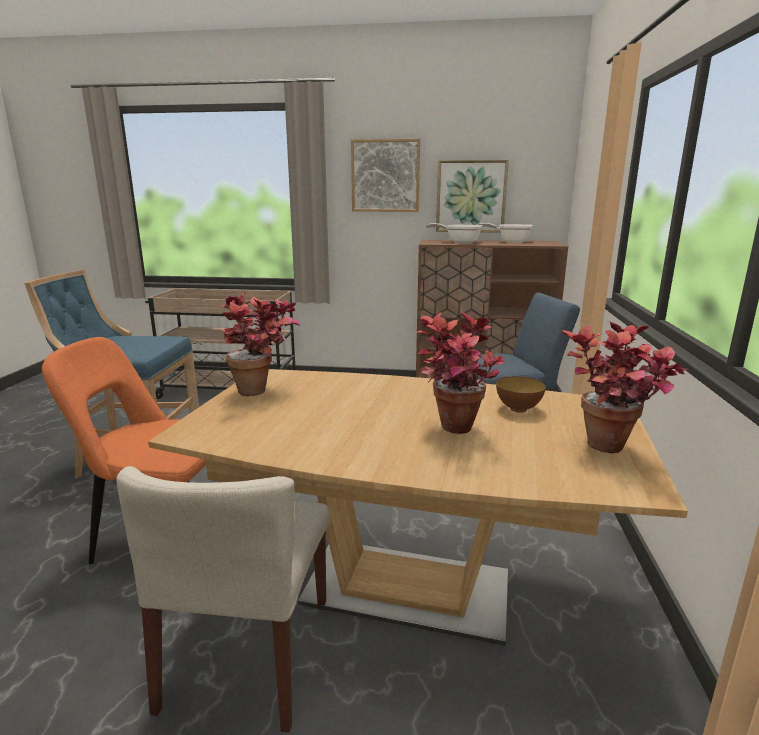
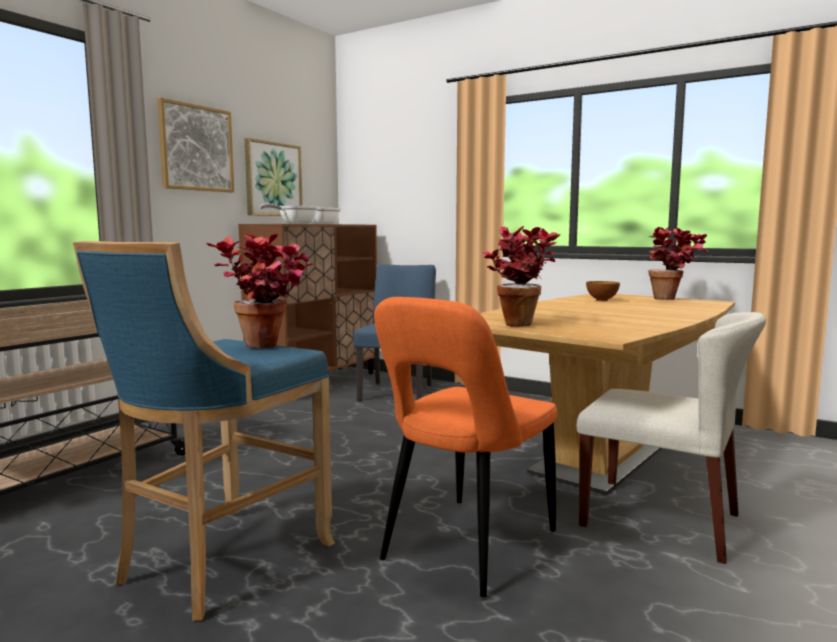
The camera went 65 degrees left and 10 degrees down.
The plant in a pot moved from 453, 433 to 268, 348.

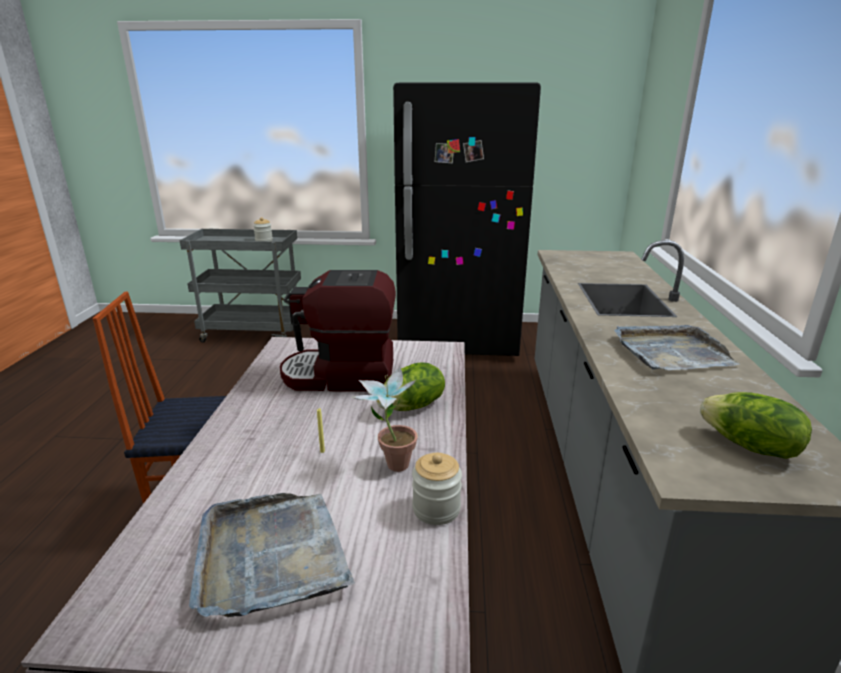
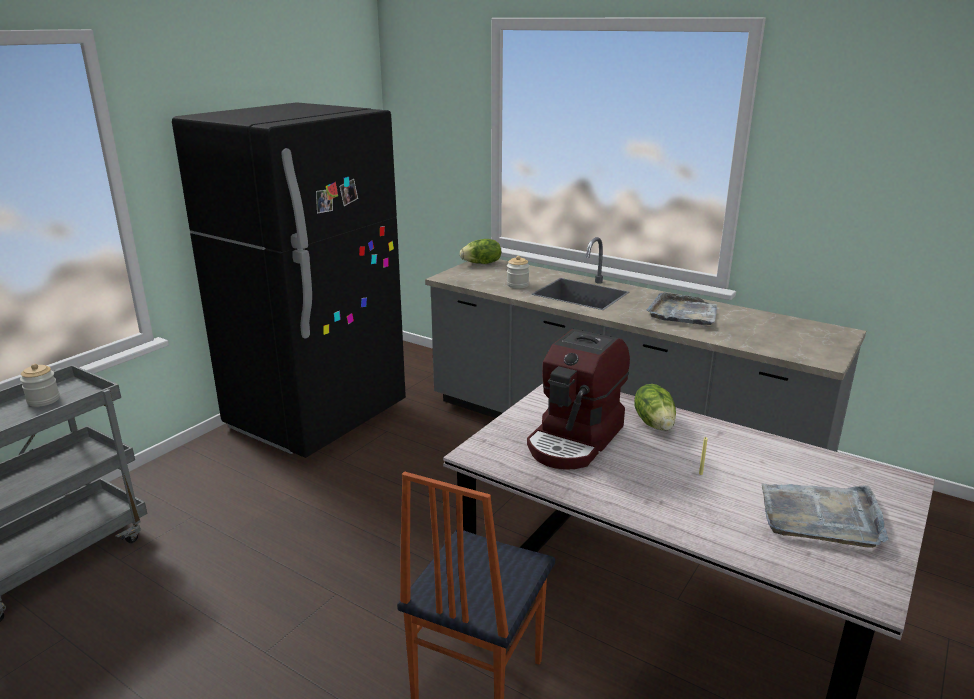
The camera went 60 degrees left and 0 degrees up.
The plant in a pot at 390, 463 disappeared.
The head of lettuce moved from 749, 446 to 482, 263.
The jar moved from 436, 509 to 517, 285.

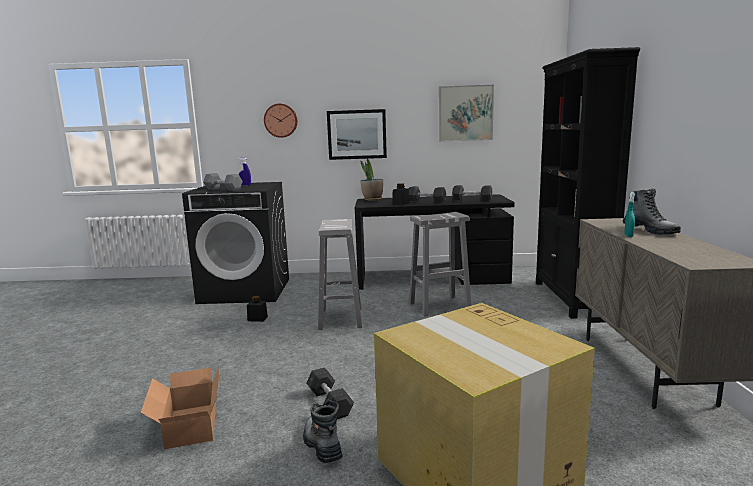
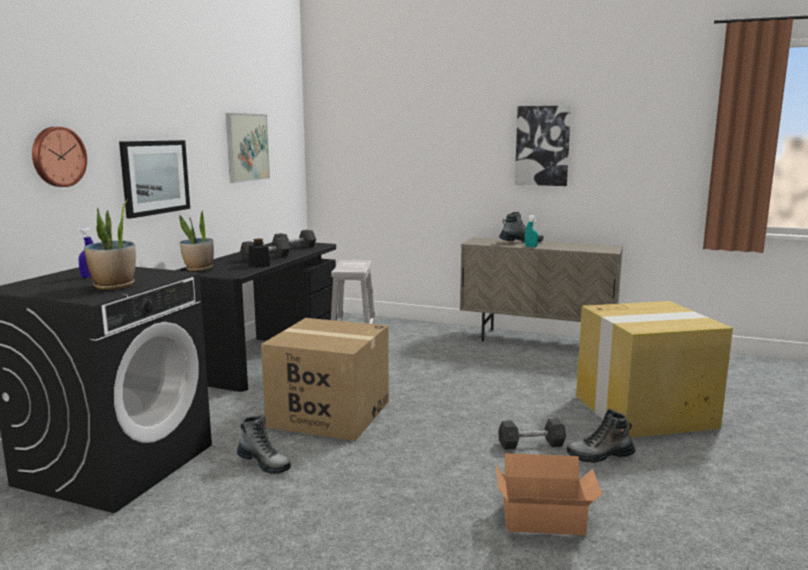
The camera went 70 degrees left and 0 degrees up.
The blackish bookshelf at 571, 298 disappeared.
The grey dumbbell at 223, 189 was replaced by the plant in a pot at 114, 286.
The white stool at 340, 318 was replaced by the carton at 329, 414.
The blackish jar at 257, 318 was replaced by the boot at 264, 463.
The wall picture at 542, 146 appeared.

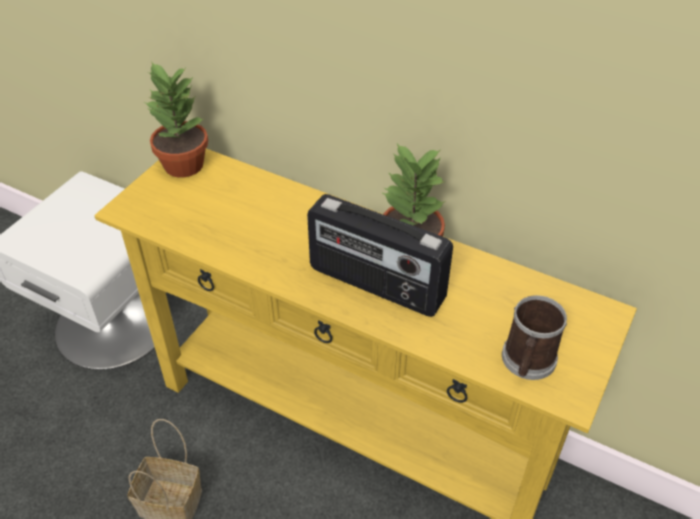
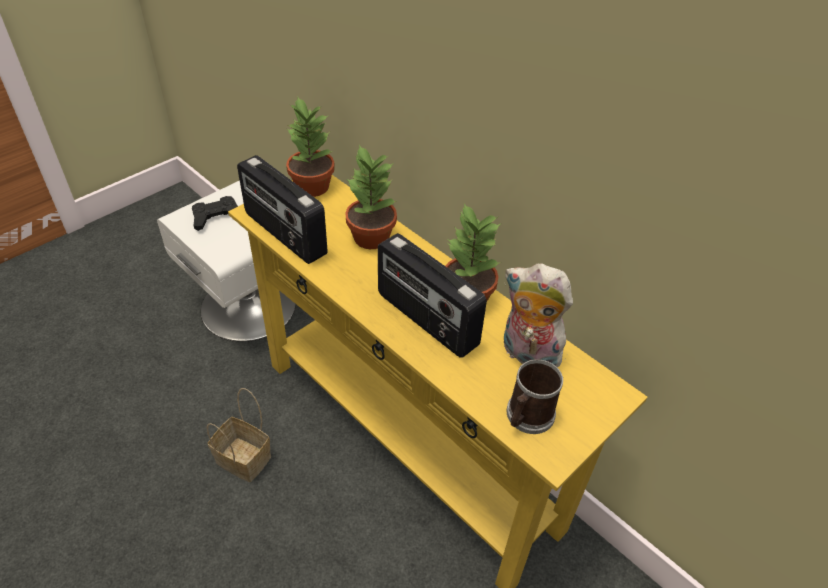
The camera went 15 degrees right and 0 degrees up.
The plant in a pot at 370, 237 appeared.
The radio set at 284, 234 appeared.
The blackish gamepad at 217, 217 appeared.
The plush toy at 527, 355 appeared.

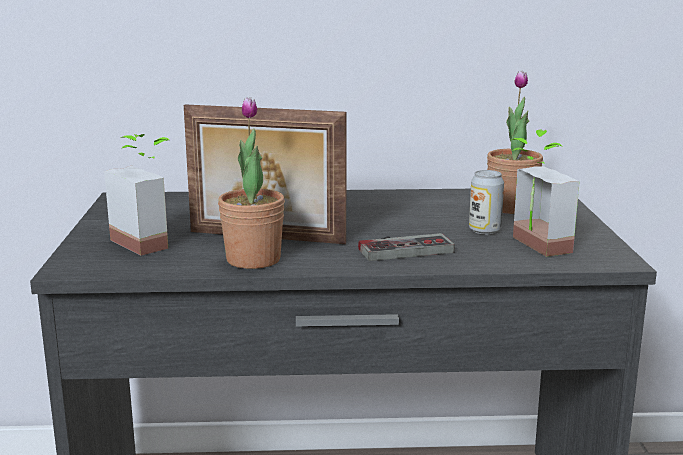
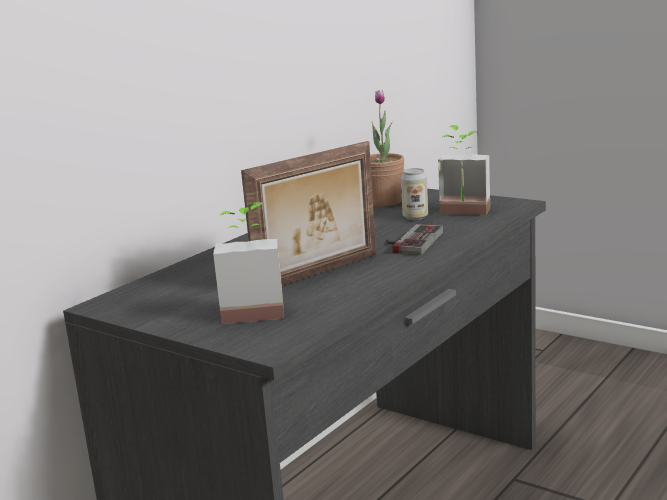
The camera went 50 degrees left and 0 degrees up.
The plant in a pot at 253, 260 disappeared.

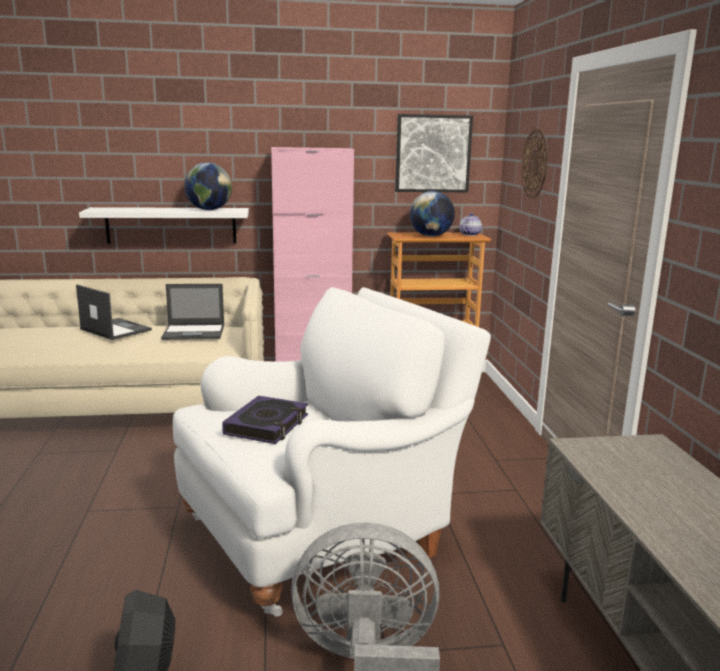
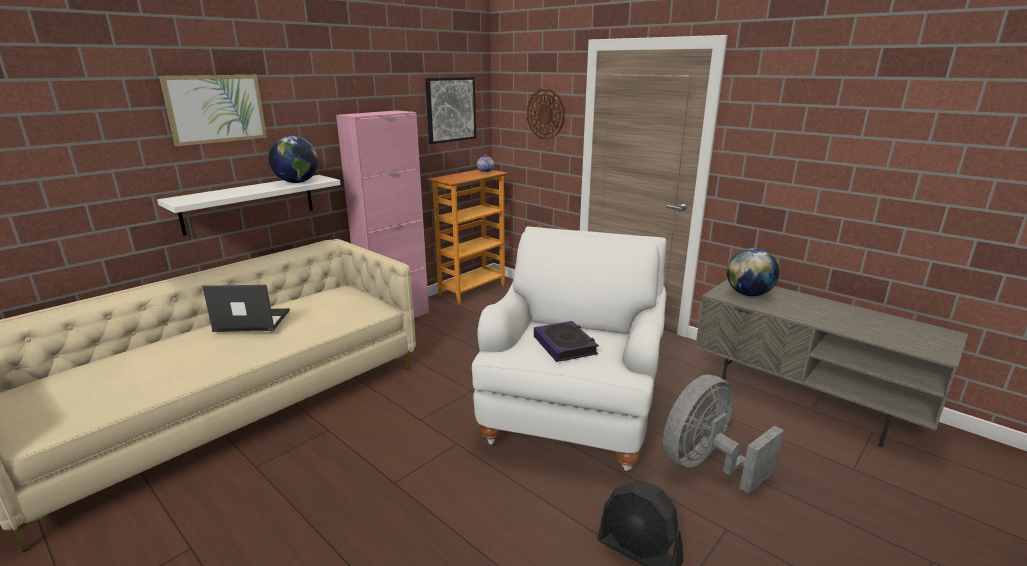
The camera went 40 degrees left and 5 degrees up.
The desk globe moved from 431, 236 to 748, 294.
The laptop at 194, 332 disappeared.
The wall picture at 215, 109 appeared.

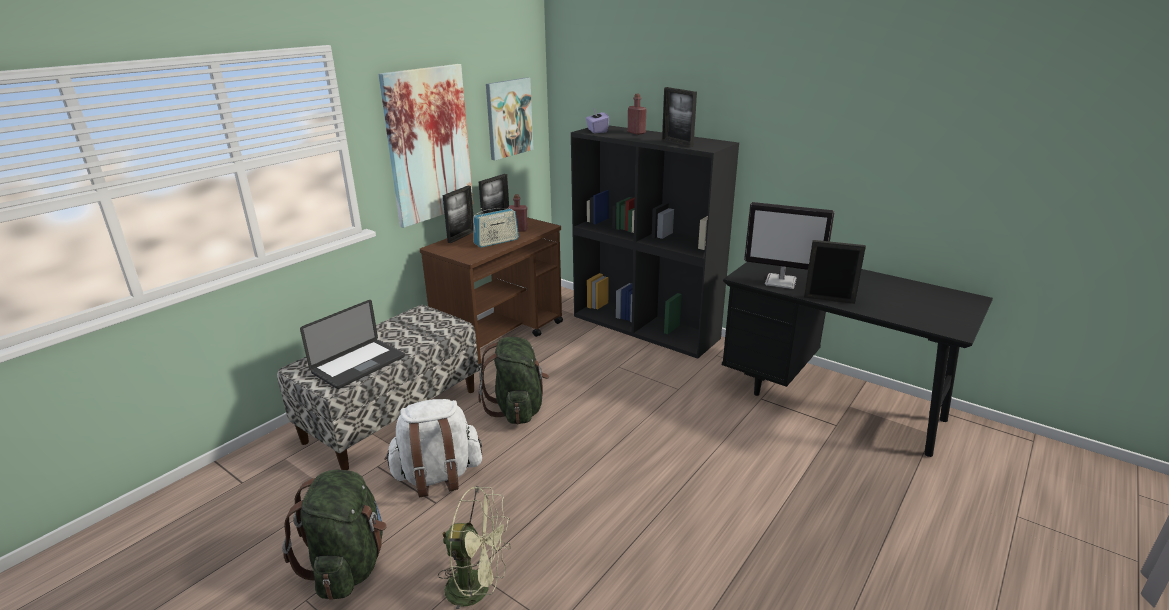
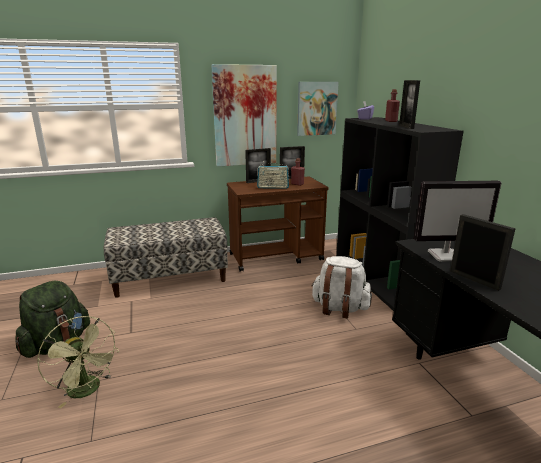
The camera went 35 degrees right and 5 degrees down.
The monitor at 781, 282 turned 60 degrees counterclockwise.
The laptop at 358, 365 disappeared.
The green-coloured backpack at 517, 409 disappeared.
The white backpack moved from 437, 476 to 339, 308.

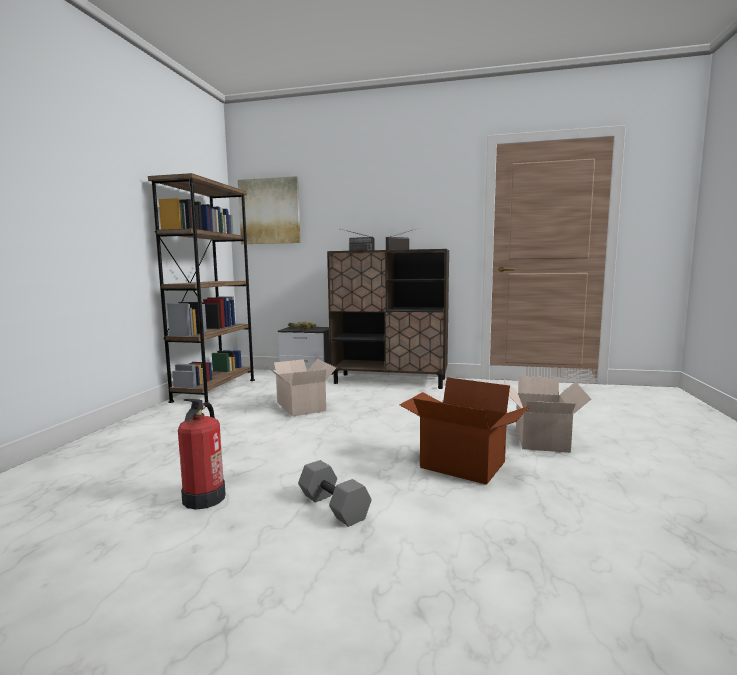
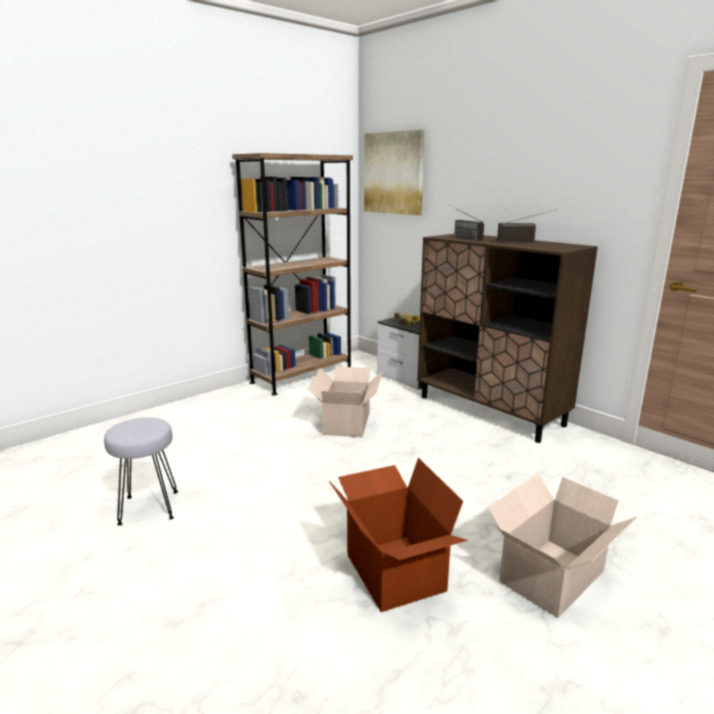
The camera went 35 degrees right and 10 degrees up.
The extinguisher at 205, 498 was replaced by the grey stool at 149, 508.
The grey dumbbell at 332, 507 disappeared.

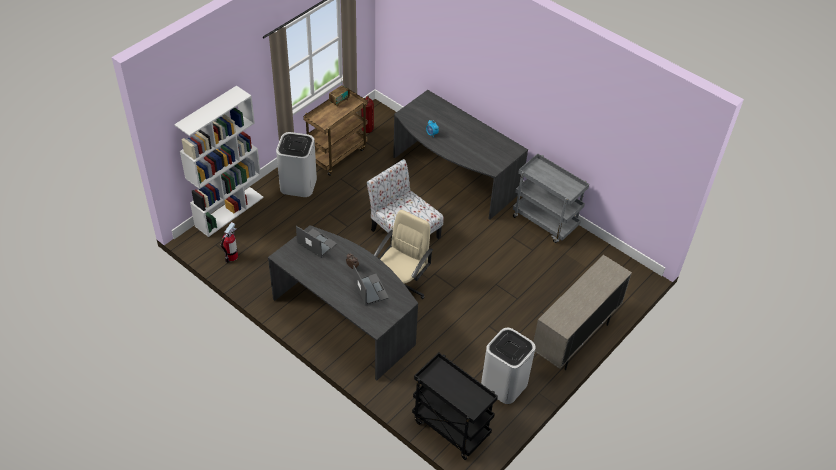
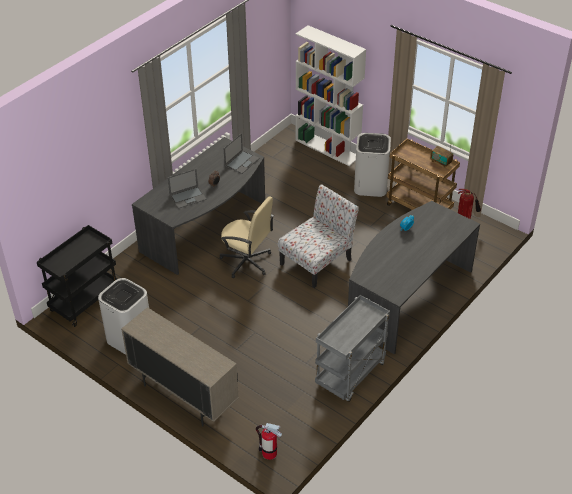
The camera went 90 degrees right and 5 degrees down.
The extinguisher moved from 231, 256 to 269, 453.

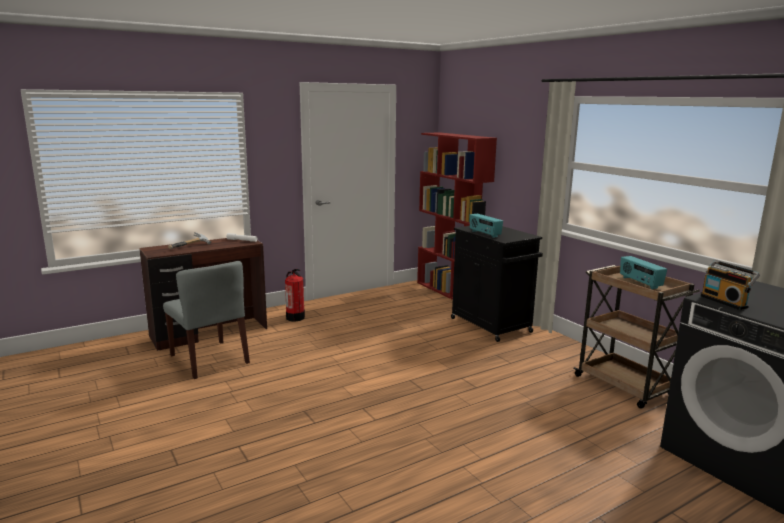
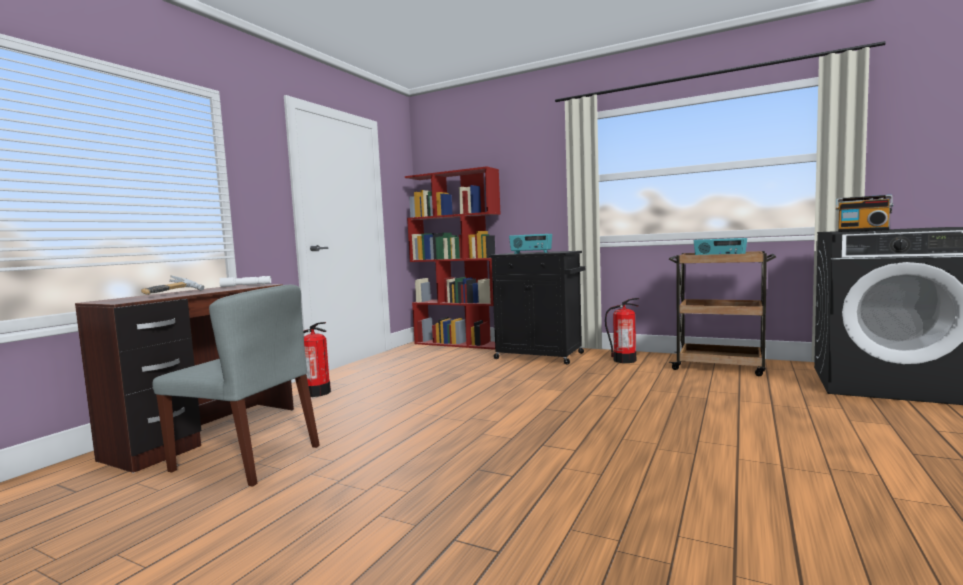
The camera went 30 degrees left and 10 degrees down.
The extinguisher at 624, 360 appeared.

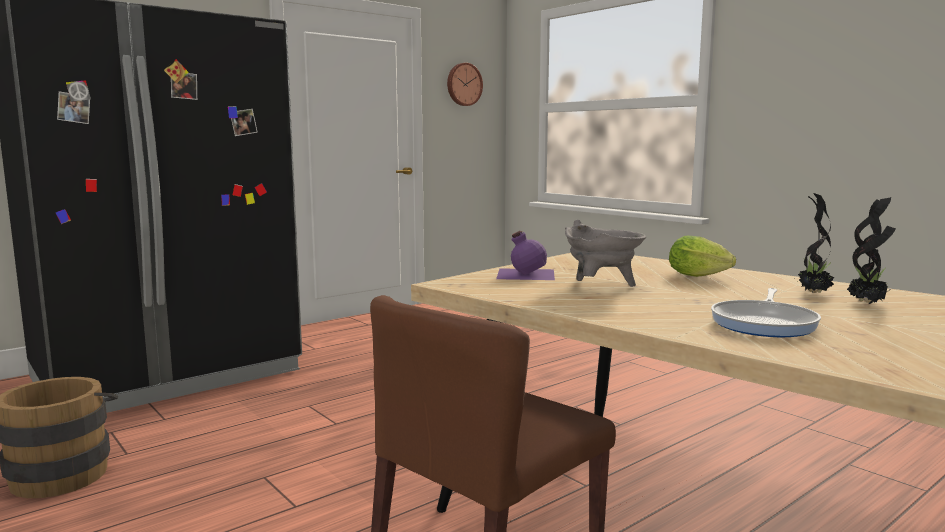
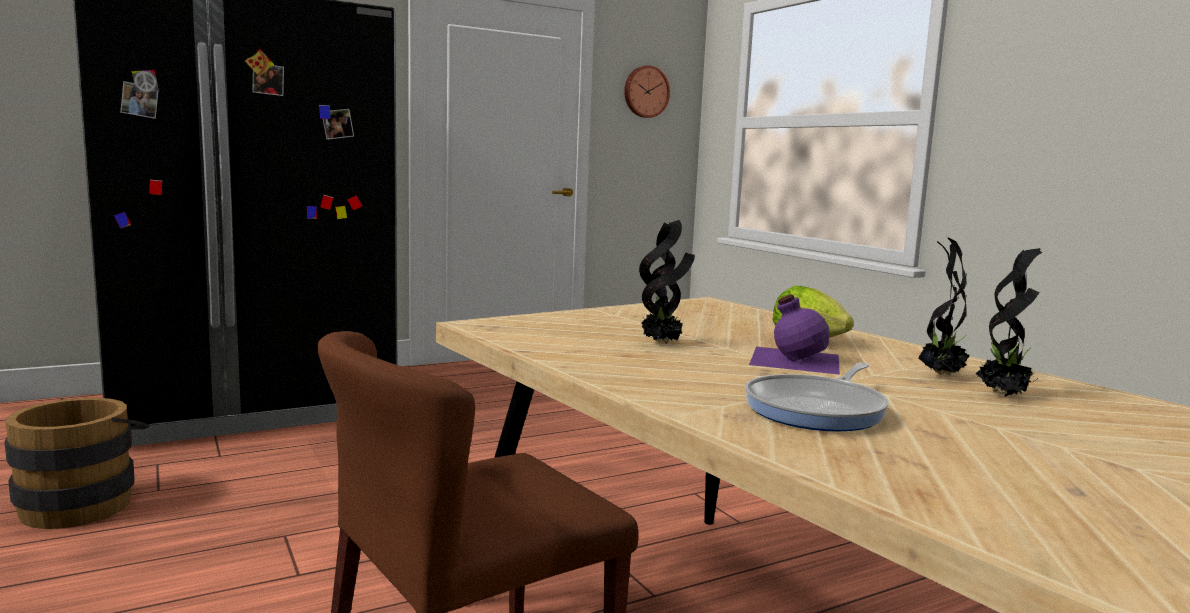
The camera went 10 degrees right and 0 degrees up.
The grey saucepot at 601, 286 was replaced by the plant in a pot at 662, 343.
The purplish bottle moved from 524, 273 to 793, 359.

